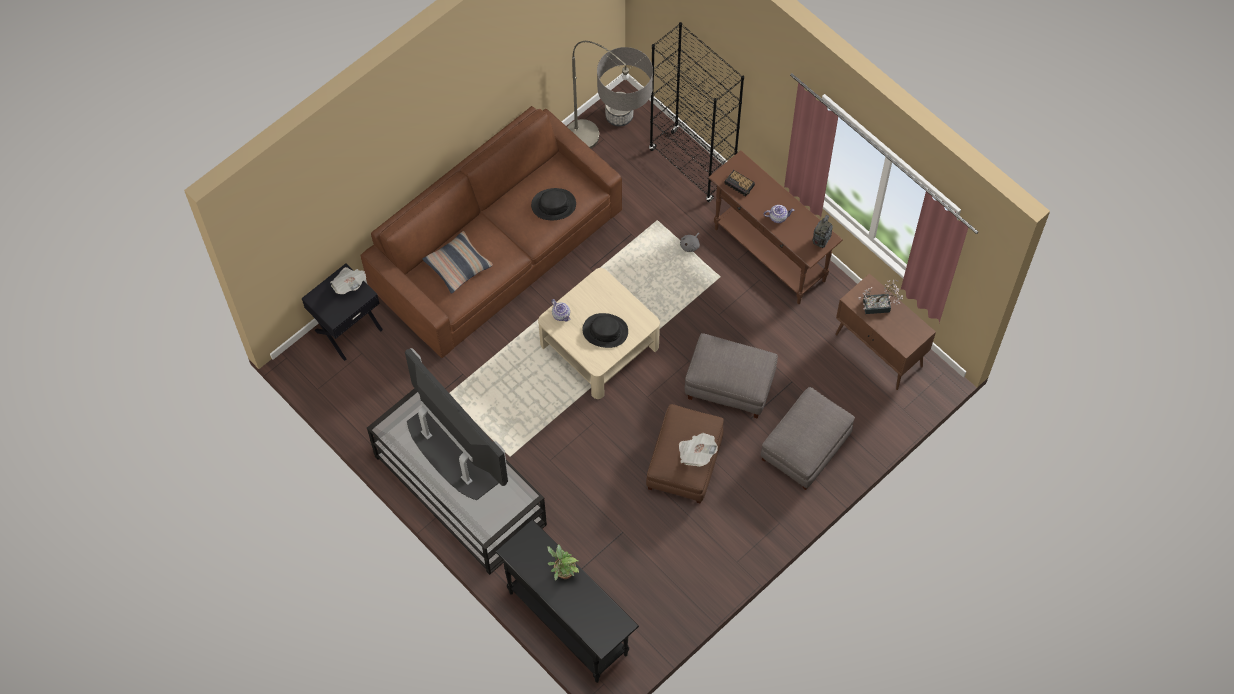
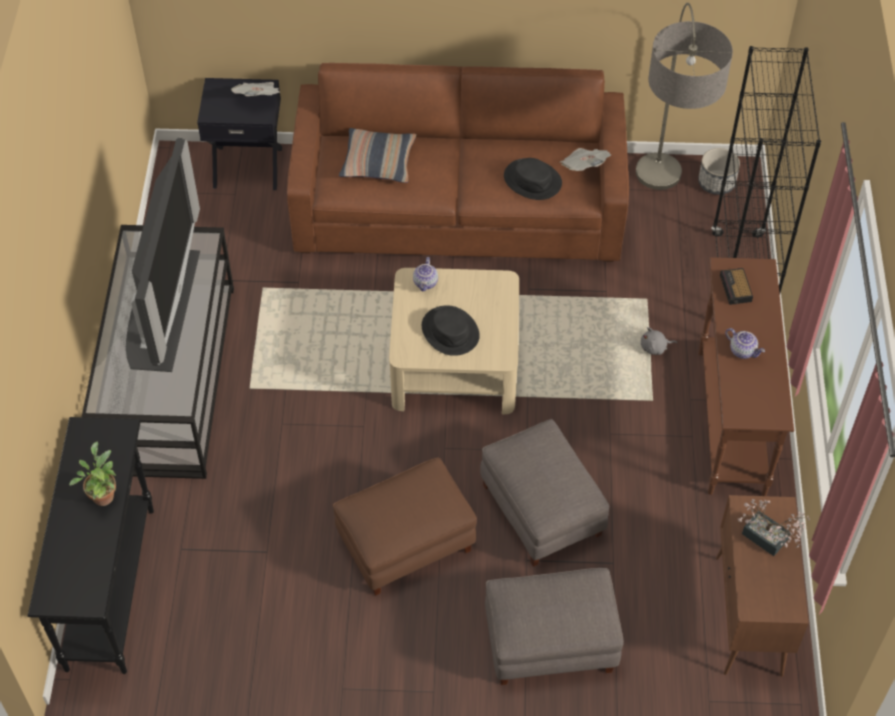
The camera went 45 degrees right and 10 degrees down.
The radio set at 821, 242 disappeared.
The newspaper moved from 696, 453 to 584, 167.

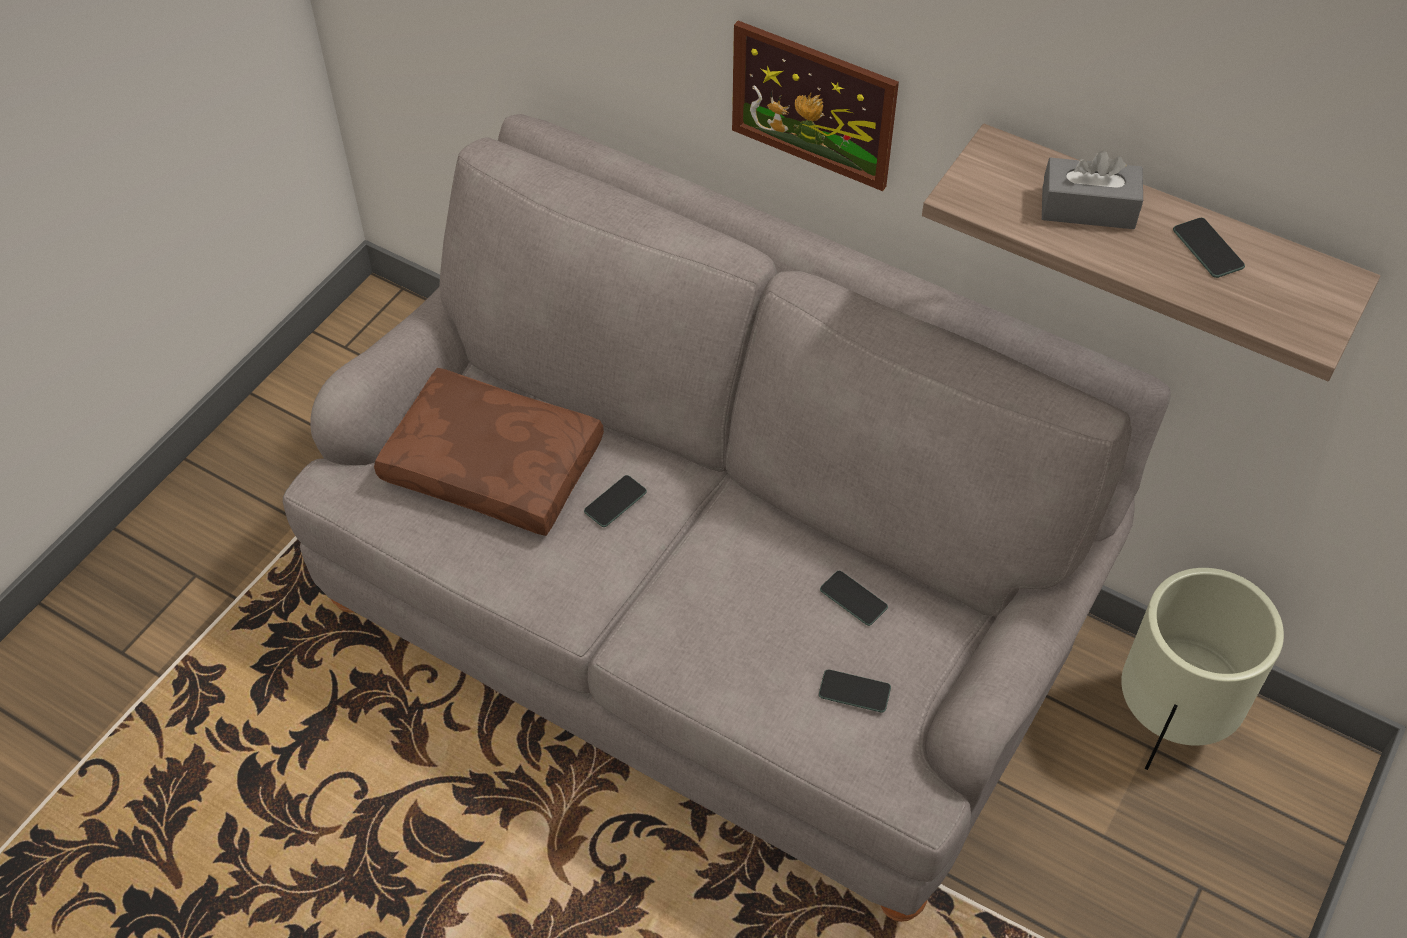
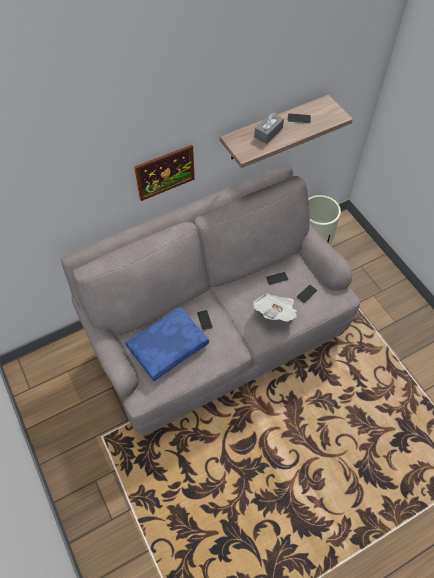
The camera went 60 degrees left and 5 degrees up.
The brownish pillow at 496, 464 became the blue-coloured pillow at 168, 346.
The newspaper at 276, 313 appeared.

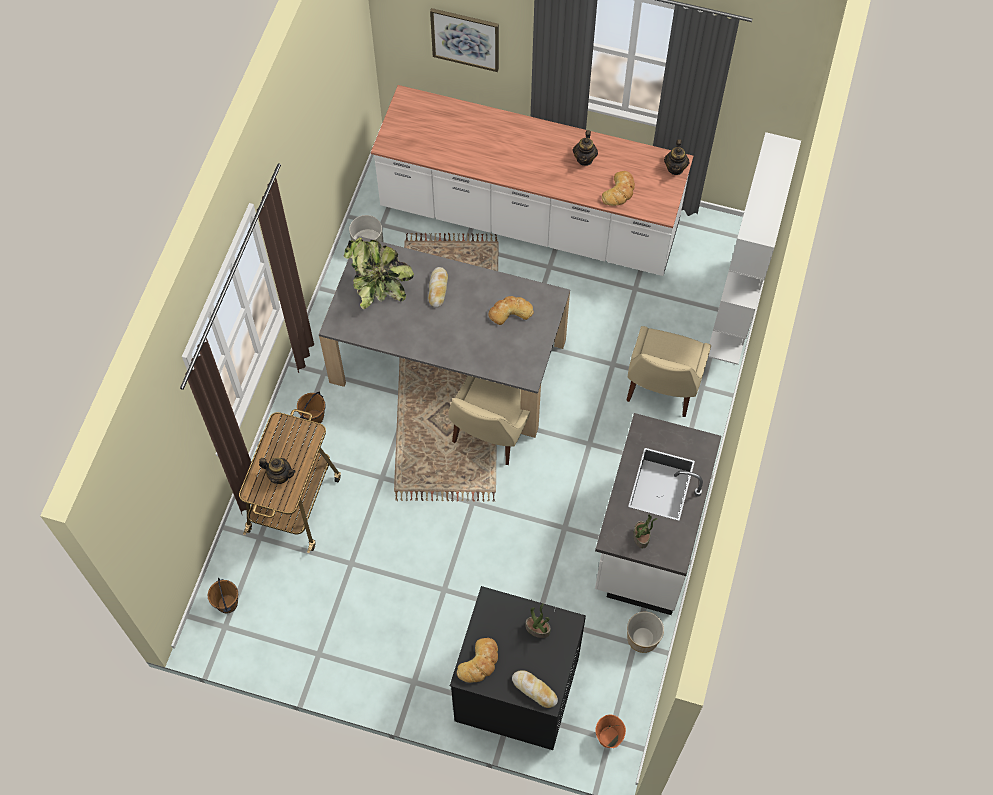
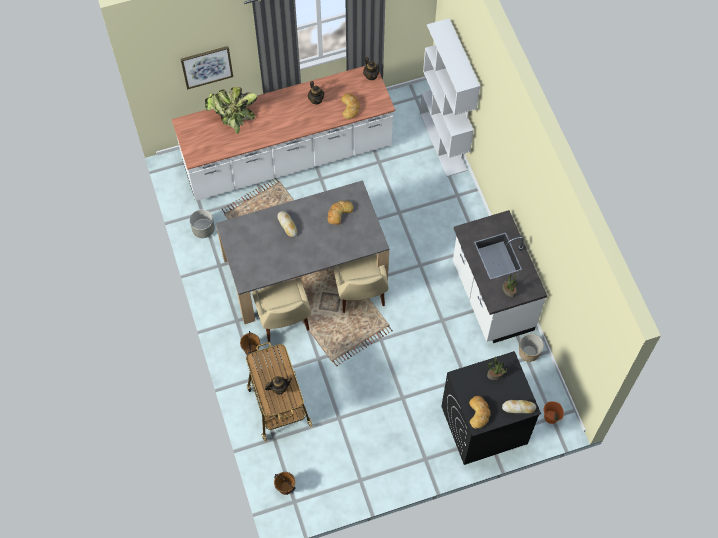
The camera went 35 degrees left and 0 degrees up.
The plant in a pot moved from 377, 285 to 233, 118.
The beige chair moved from 661, 389 to 284, 321.

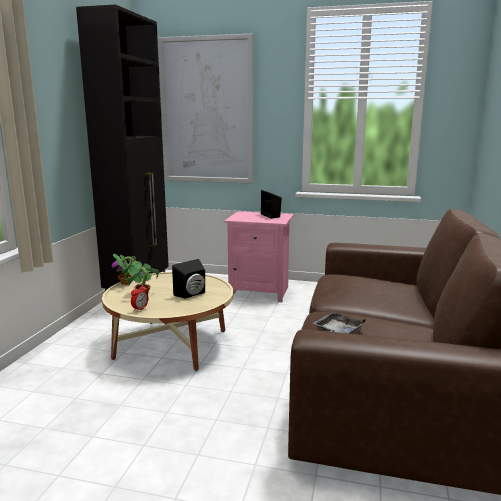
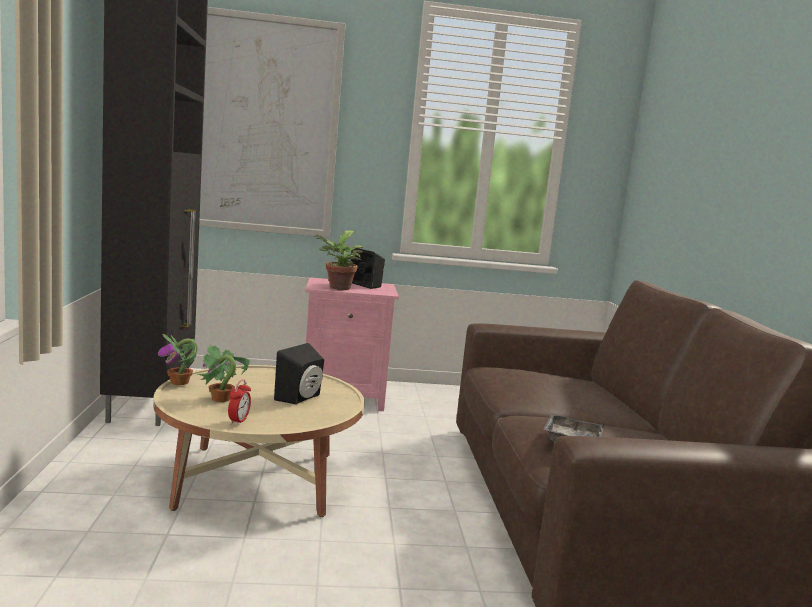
The camera went 20 degrees left and 5 degrees down.
The plant in a pot at 338, 288 appeared.

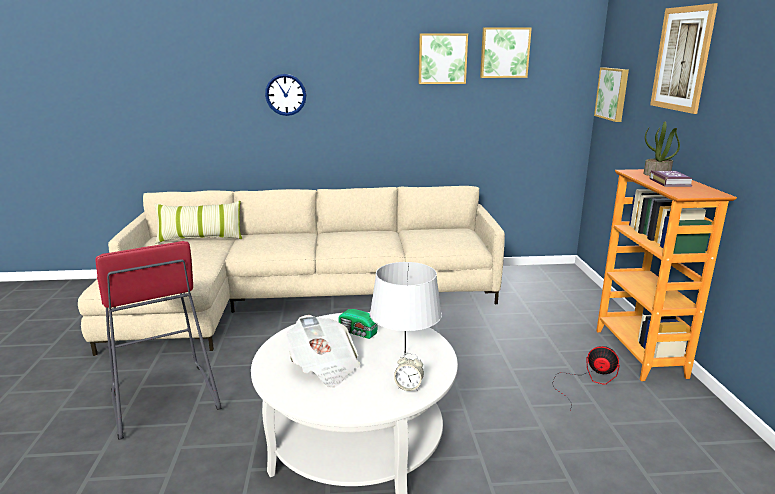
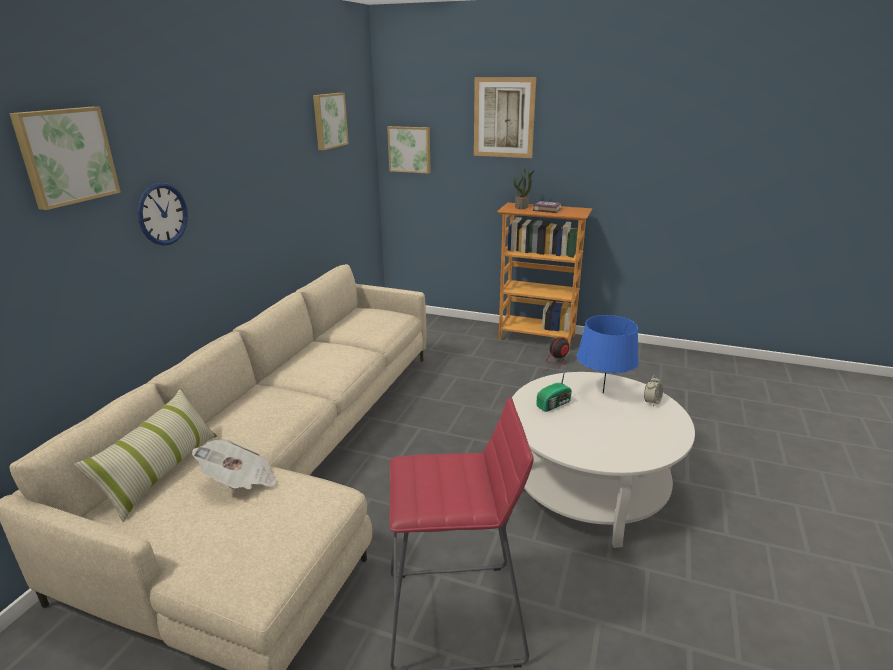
The camera went 65 degrees left and 5 degrees up.
The wall picture moved from 442, 58 to 66, 156.
The grey lamp for a table at 405, 354 became the blue-coloured lamp for a table at 603, 392.
The newspaper moved from 324, 367 to 240, 481.

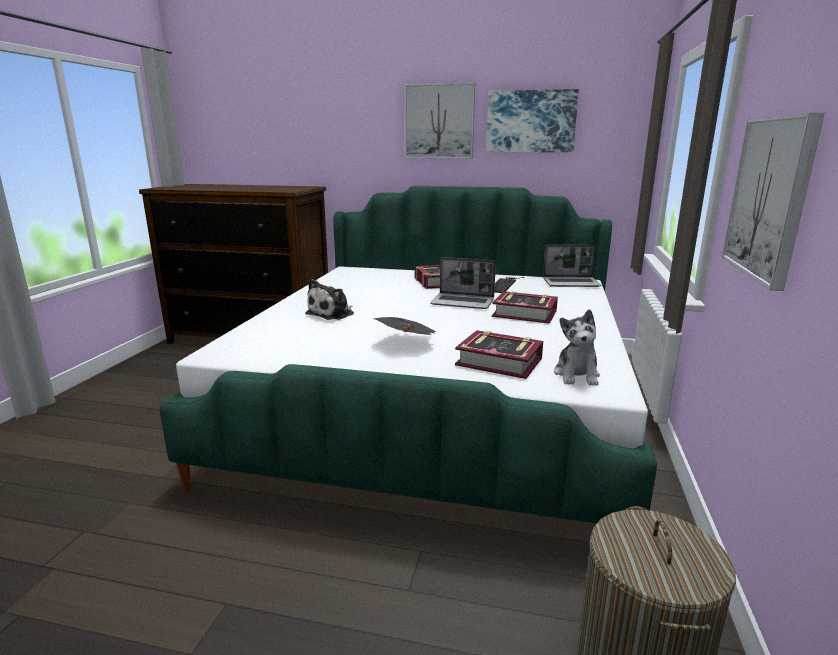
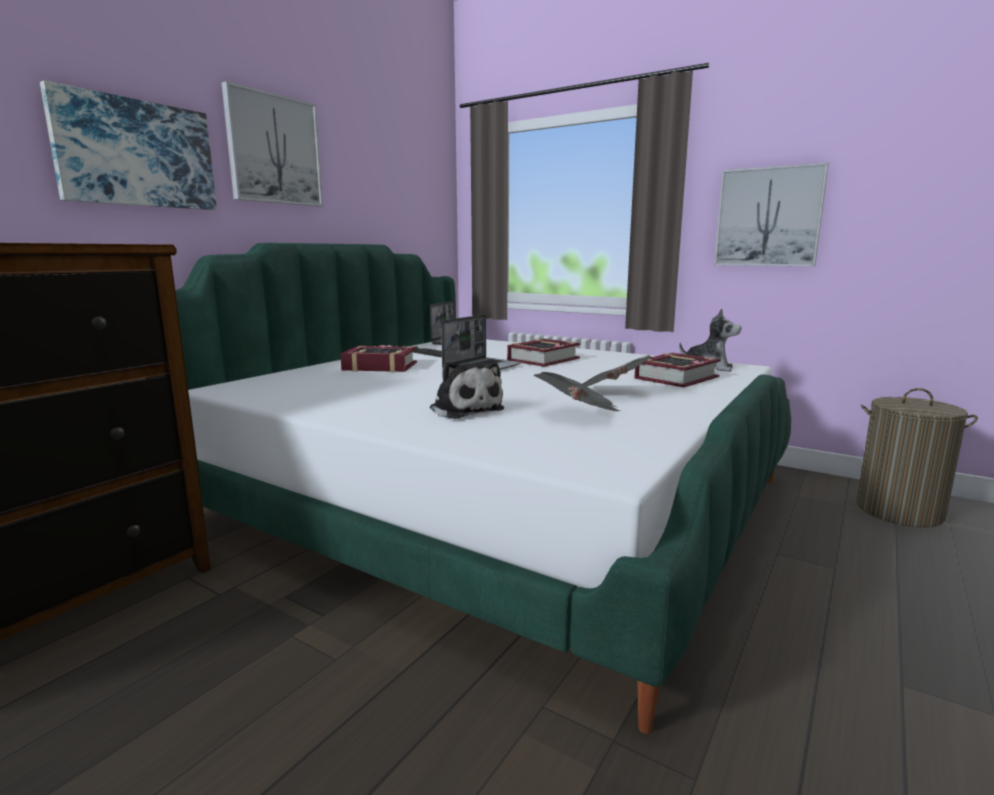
The camera went 70 degrees left and 5 degrees down.
The wall picture moved from 531, 121 to 136, 154.
The newspaper at 579, 416 appeared.

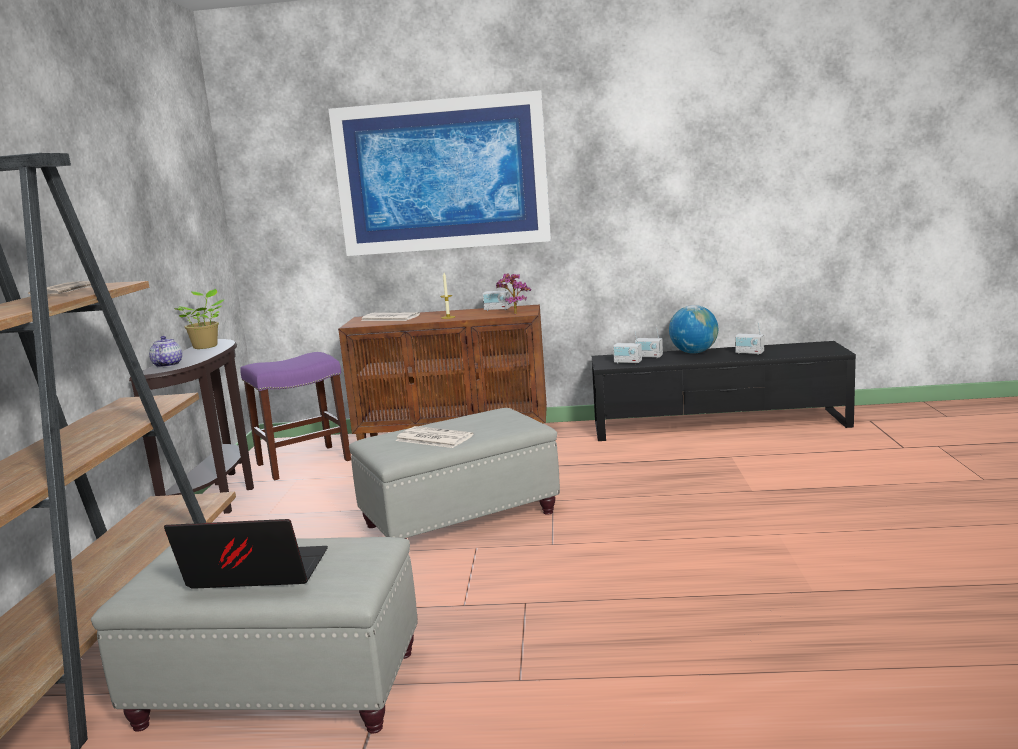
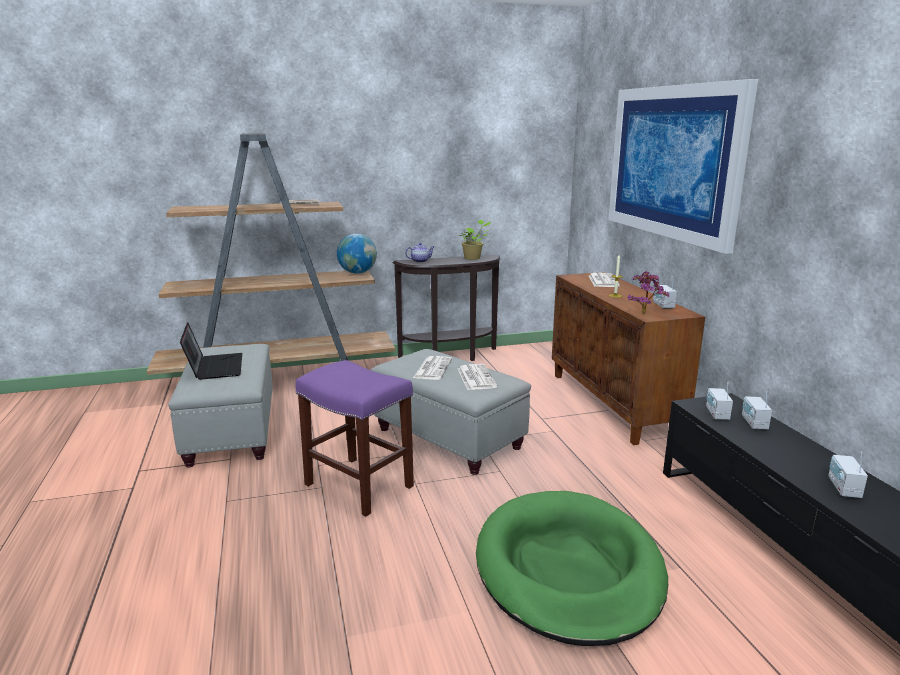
The camera went 70 degrees right and 5 degrees up.
The desk globe moved from 694, 352 to 357, 273.
The purplish stool moved from 304, 462 to 360, 485.
The newspaper at 475, 377 appeared.
The green-coloured dog bed at 568, 570 appeared.

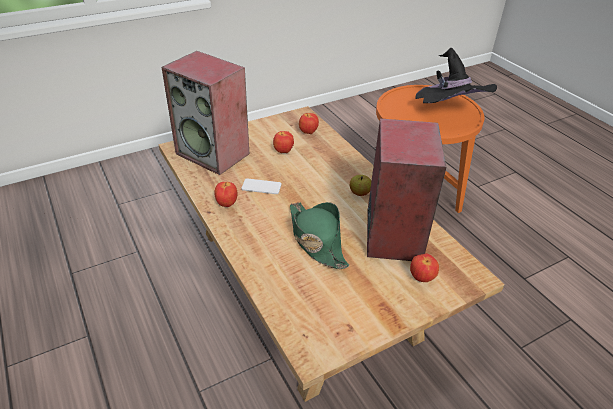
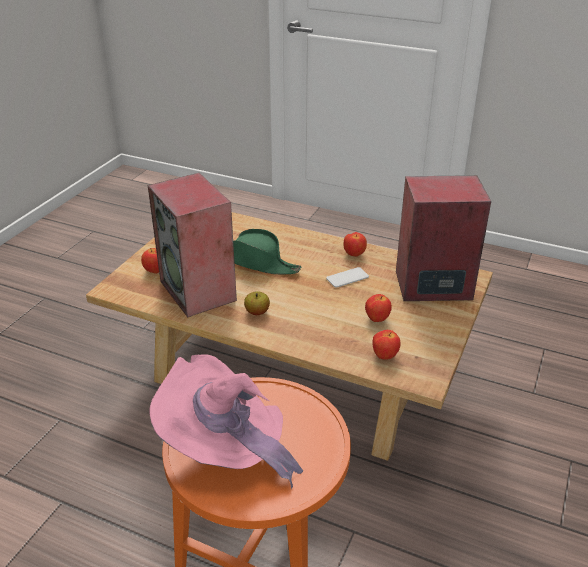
The camera went 145 degrees right and 5 degrees down.
The blackish hat at 448, 113 became the pink-coloured hat at 225, 449.

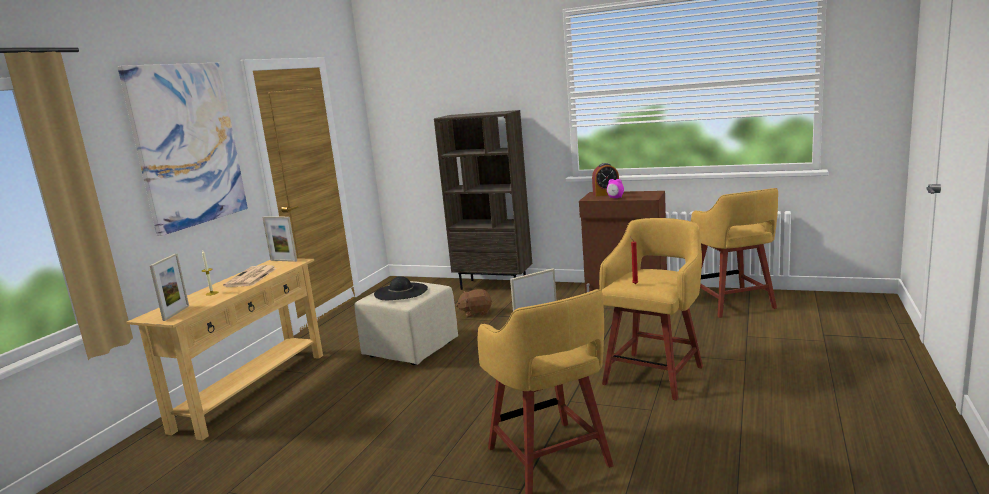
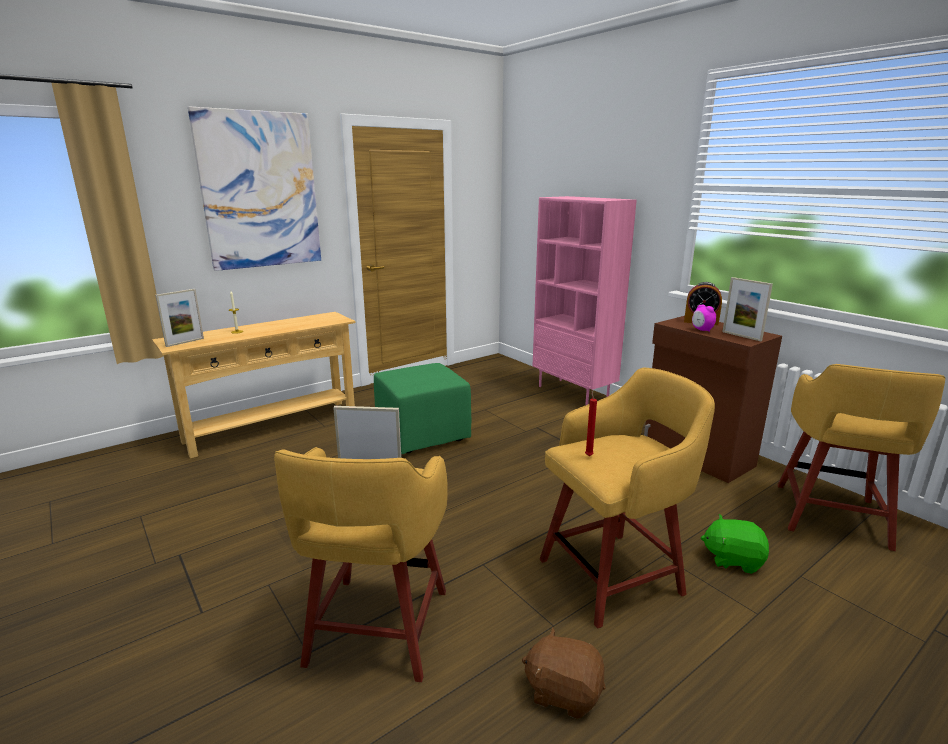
The camera went 30 degrees right and 5 degrees up.
The brownish bookshelf at 494, 285 became the pink-coloured bookshelf at 574, 392.
The picture frame moved from 283, 260 to 741, 336.
The newspaper at 251, 277 disappeared.
The blackish hat at 401, 291 disappeared.
The beige pouffe at 411, 349 became the green-coloured pouffe at 423, 434.
The brownish plush toy moved from 476, 313 to 563, 691.
The green-coloured plush toy at 733, 559 appeared.

